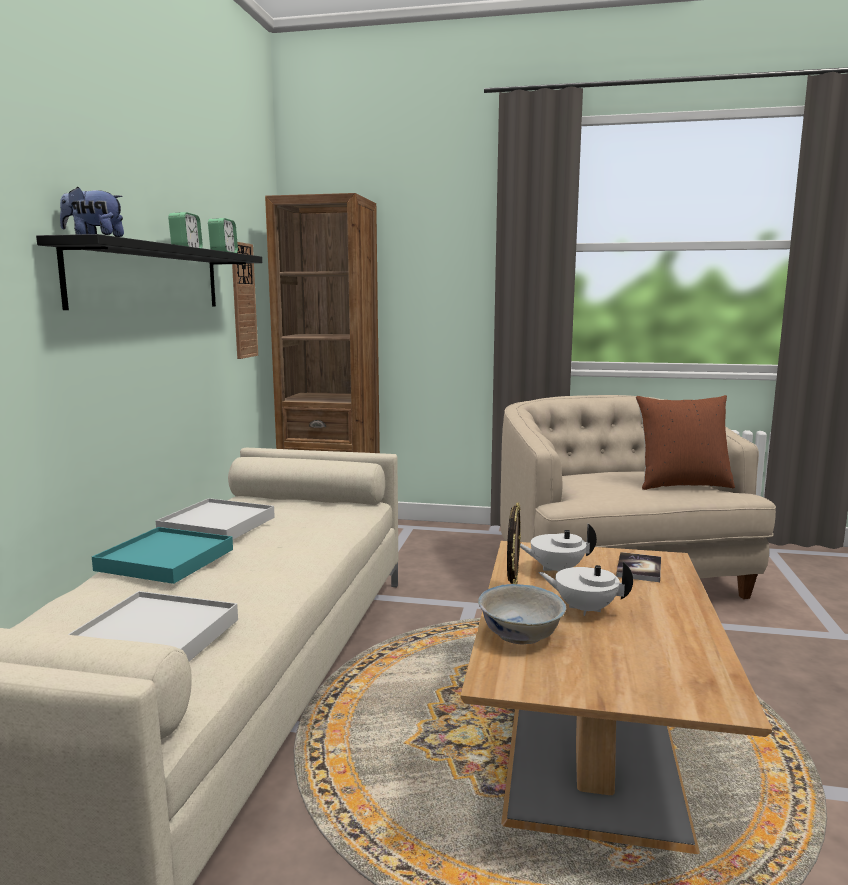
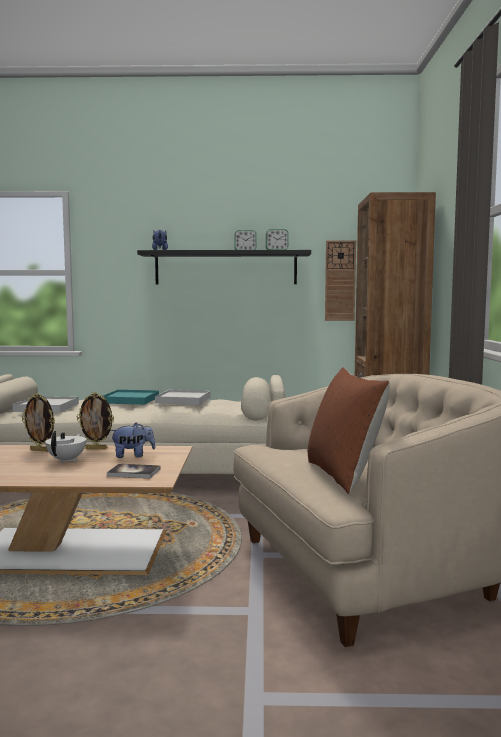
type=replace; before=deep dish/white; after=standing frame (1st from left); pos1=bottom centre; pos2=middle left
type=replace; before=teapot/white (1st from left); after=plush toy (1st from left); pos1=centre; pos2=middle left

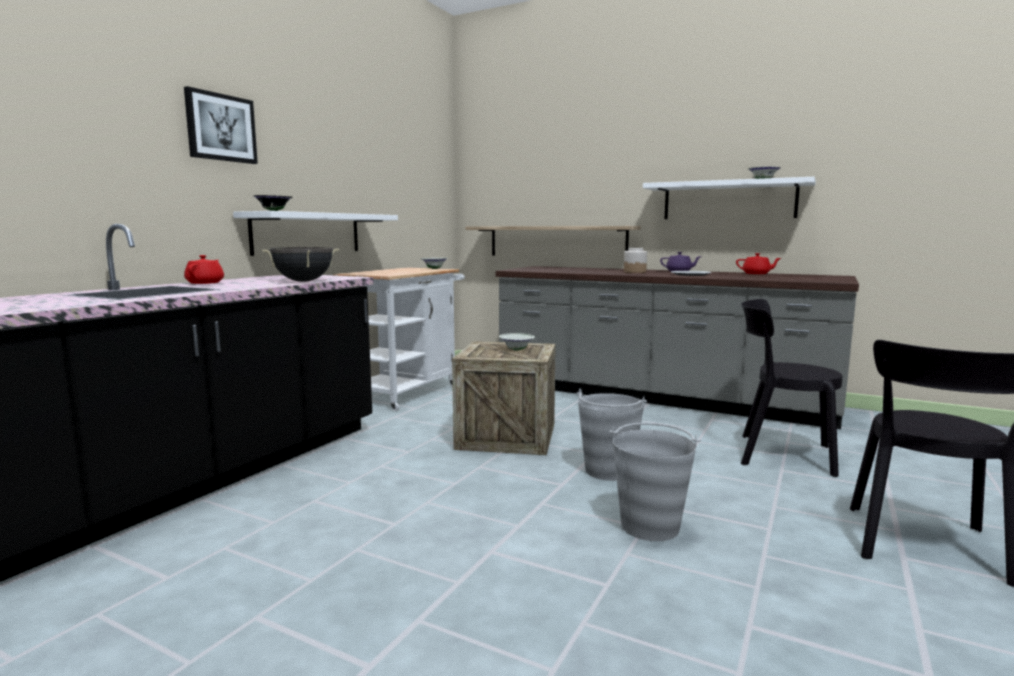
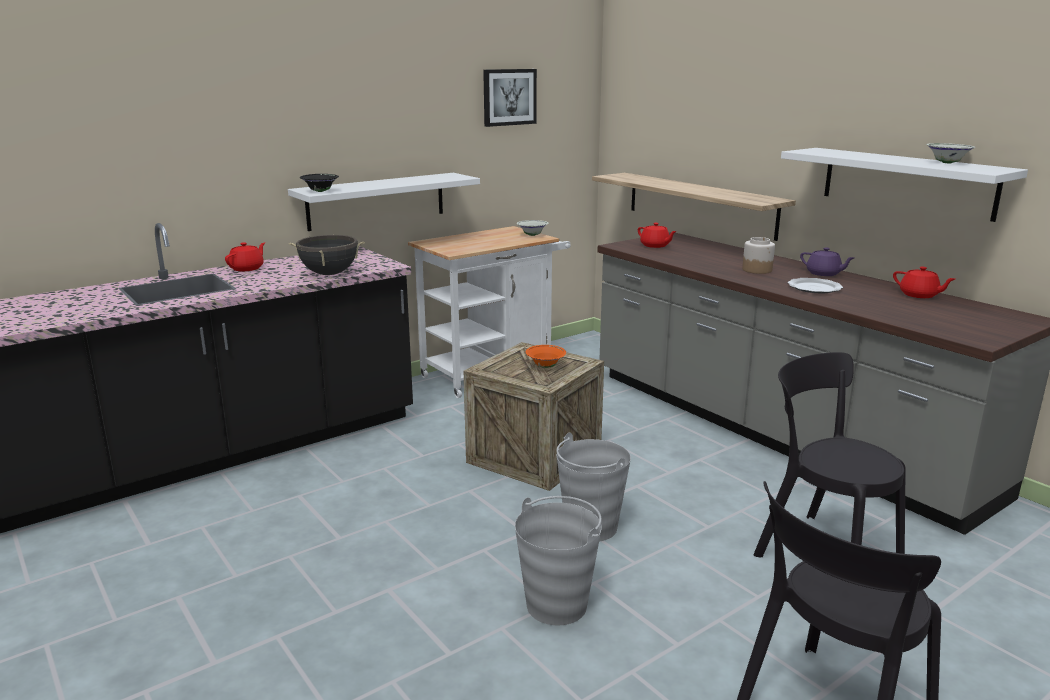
type=move; before=wall art; pos1=top left; pos2=top centre
type=recolor; before=deep dish/white (2nd from left); after=deep dish/orangey; pos1=centre; pos2=centre
type=insert; after=teapot/reddish (2nd from left); pos2=centre

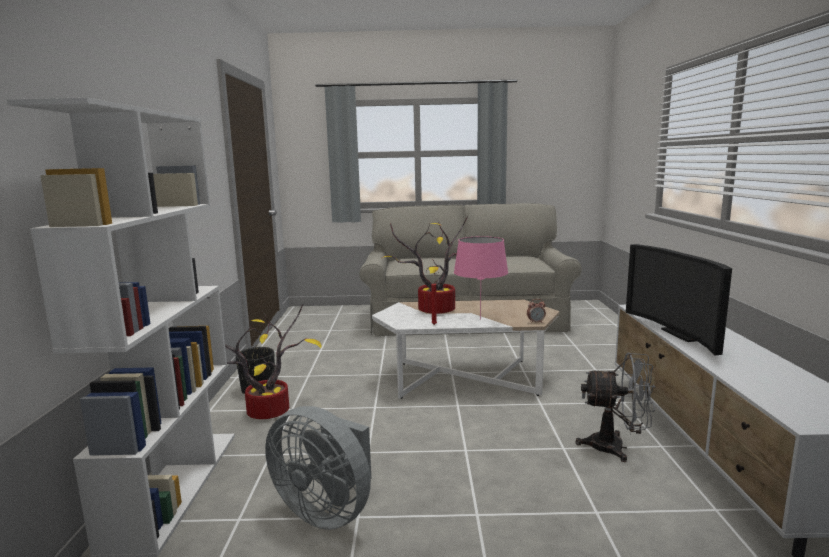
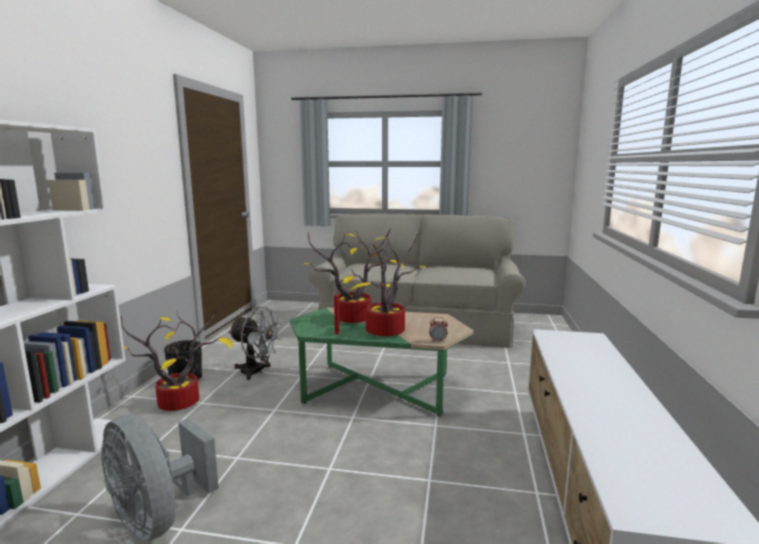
type=recolor; before=coffee table/white; after=coffee table/greenish; pos1=centre; pos2=centre
type=replace; before=lamp for a table/pinkish; after=plant in a pot (3rd from left); pos1=centre; pos2=centre
type=move; before=cooling fan/gray (2nd from left); pos1=bottom right; pos2=centre
type=delete; before=TV set; pos1=middle right

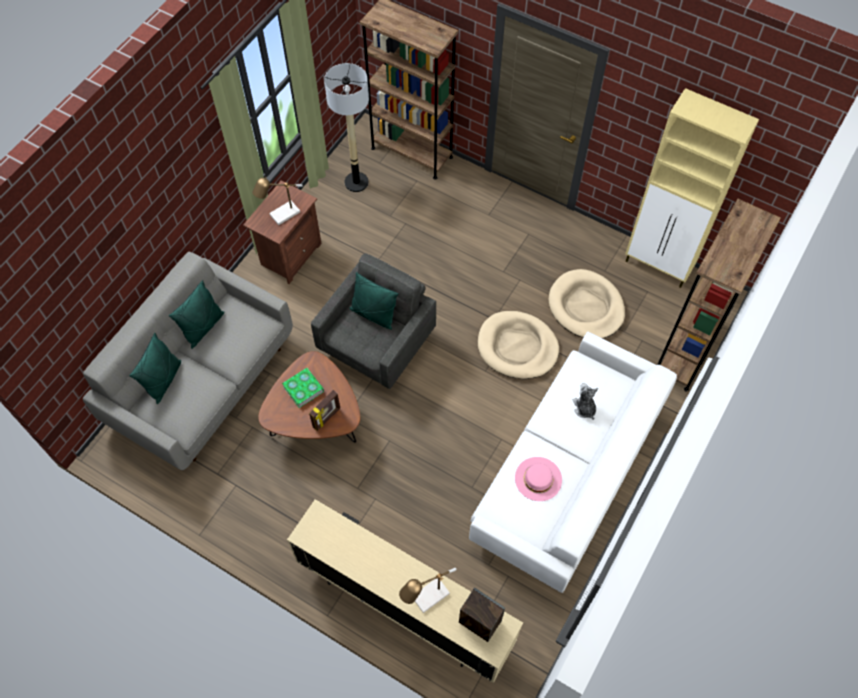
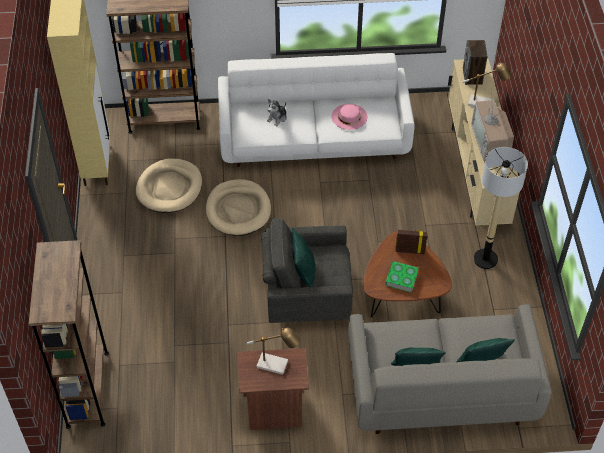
type=move; before=floor lamp; pos1=top centre; pos2=middle right
type=insert; after=TV set; pos2=top right

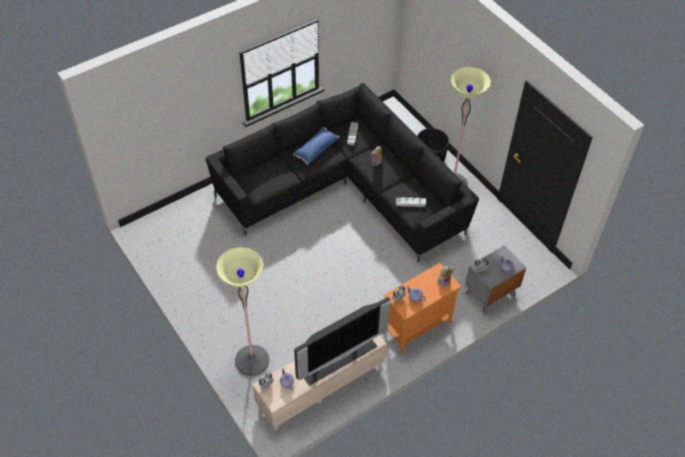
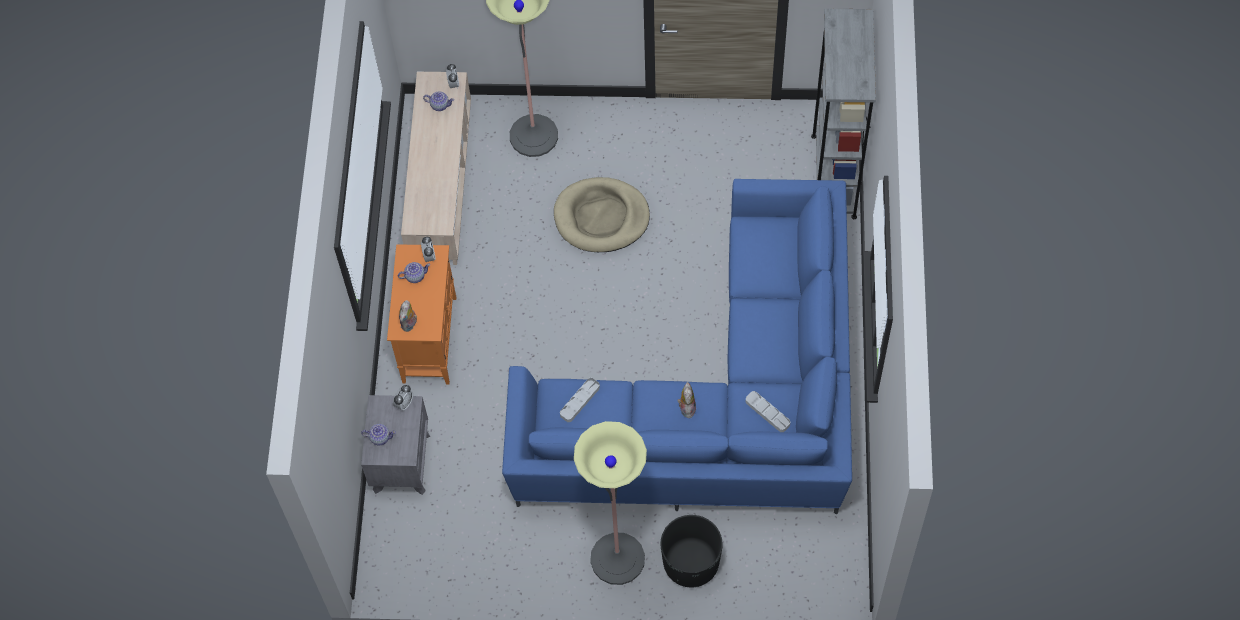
type=recolor; before=sofa/blackish; after=sofa/bluish; pos1=centre; pos2=centre
type=delete; before=pillow/bluish; pos1=top centre
type=delete; before=TV set; pos1=bottom centre
type=insert; after=pet bed/beige; pos2=centre
type=insert; after=bookcase/gray; pos2=top right

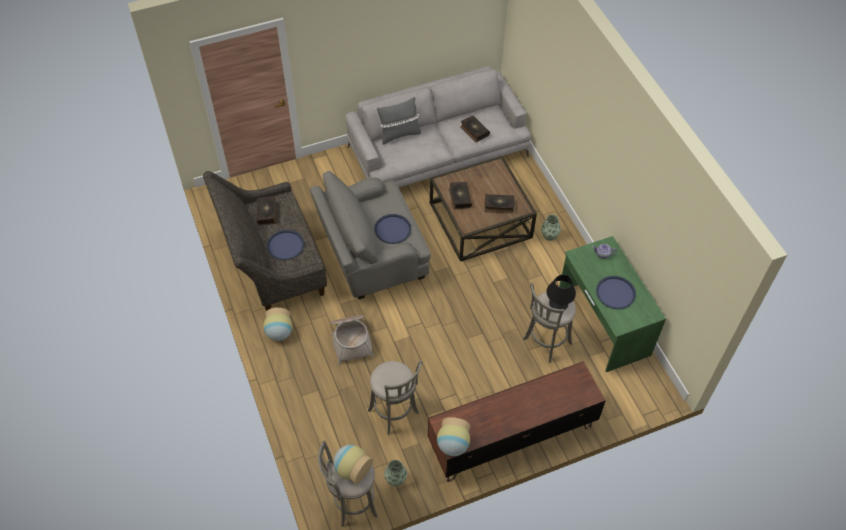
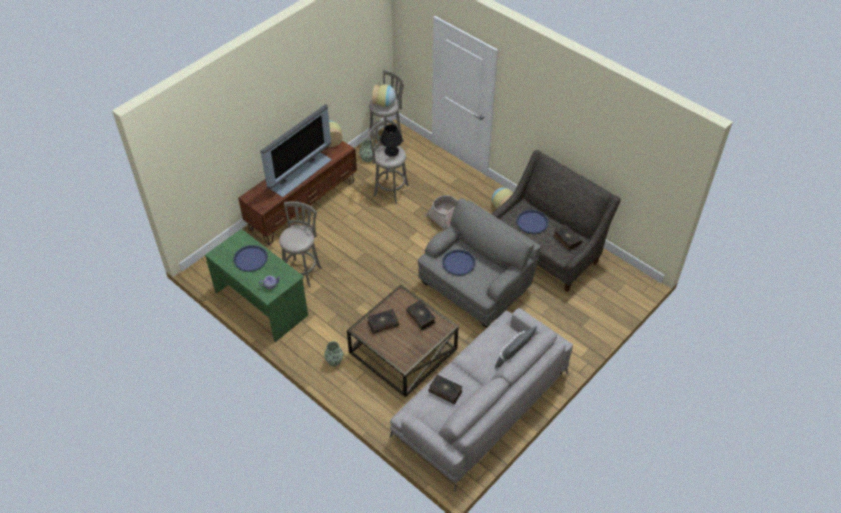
type=move; before=lamp for a table/blackish; pos1=centre; pos2=top centre
type=insert; after=TV set; pos2=top centre

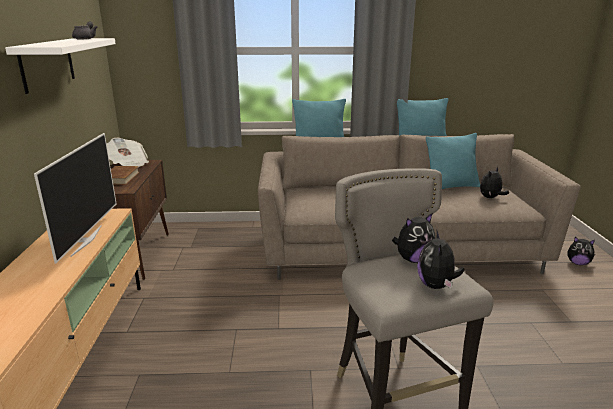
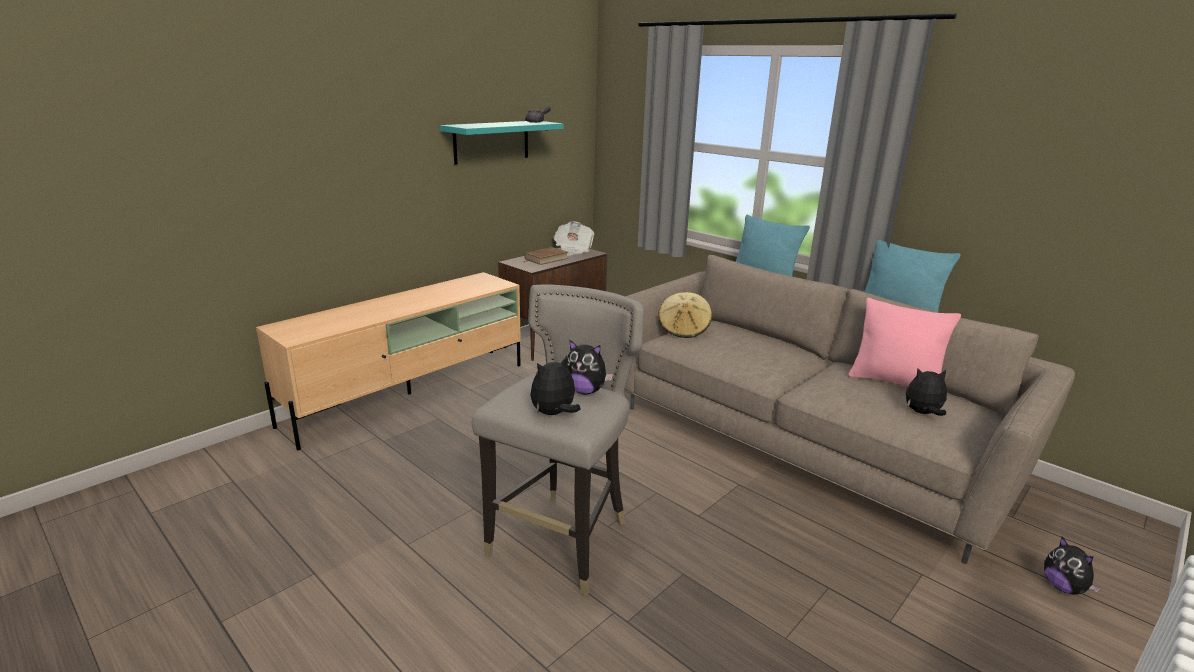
type=recolor; before=bracket shelf/white; after=bracket shelf/turquoise; pos1=top left; pos2=top centre
type=delete; before=TV set; pos1=middle left
type=recolor; before=pillow/turquoise (3rd from left); after=pillow/pinkish; pos1=middle right; pos2=middle right
type=insert; after=hat/beige; pos2=centre

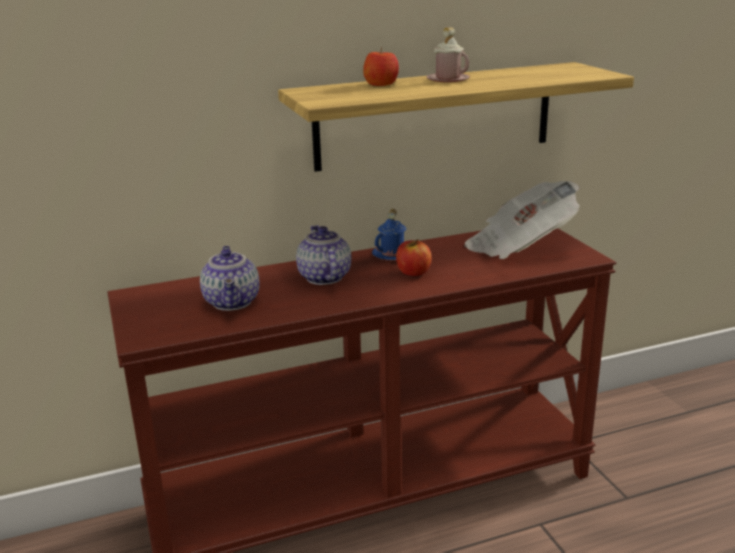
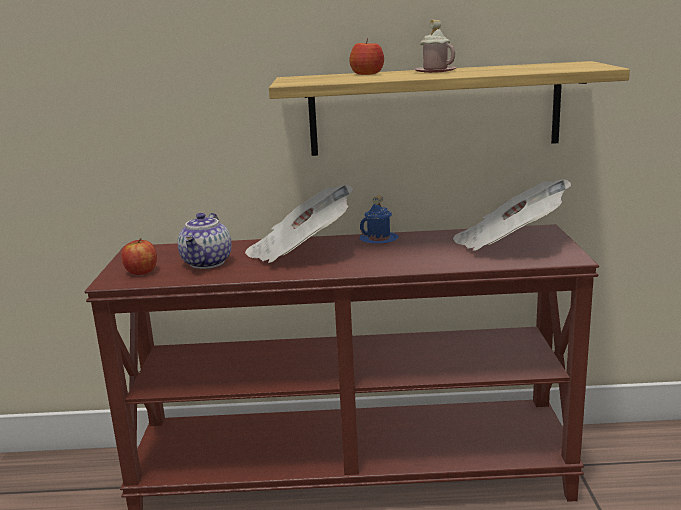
type=replace; before=teapot (2nd from left); after=printed paper (1st from left); pos1=centre; pos2=centre
type=move; before=apple fruit (2nd from left in the first image); after=apple fruit (1st from left); pos1=centre; pos2=middle left

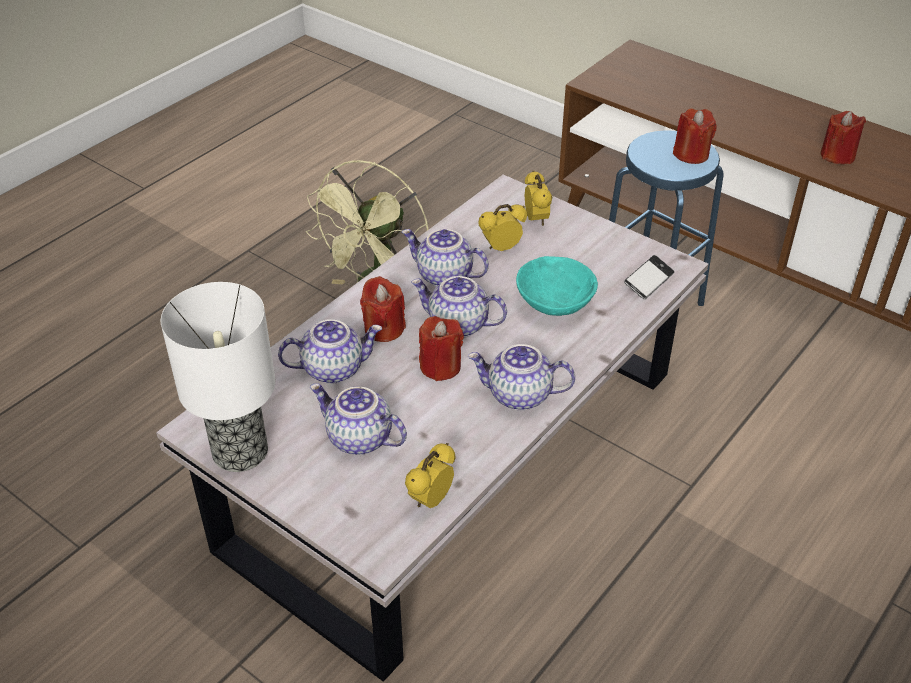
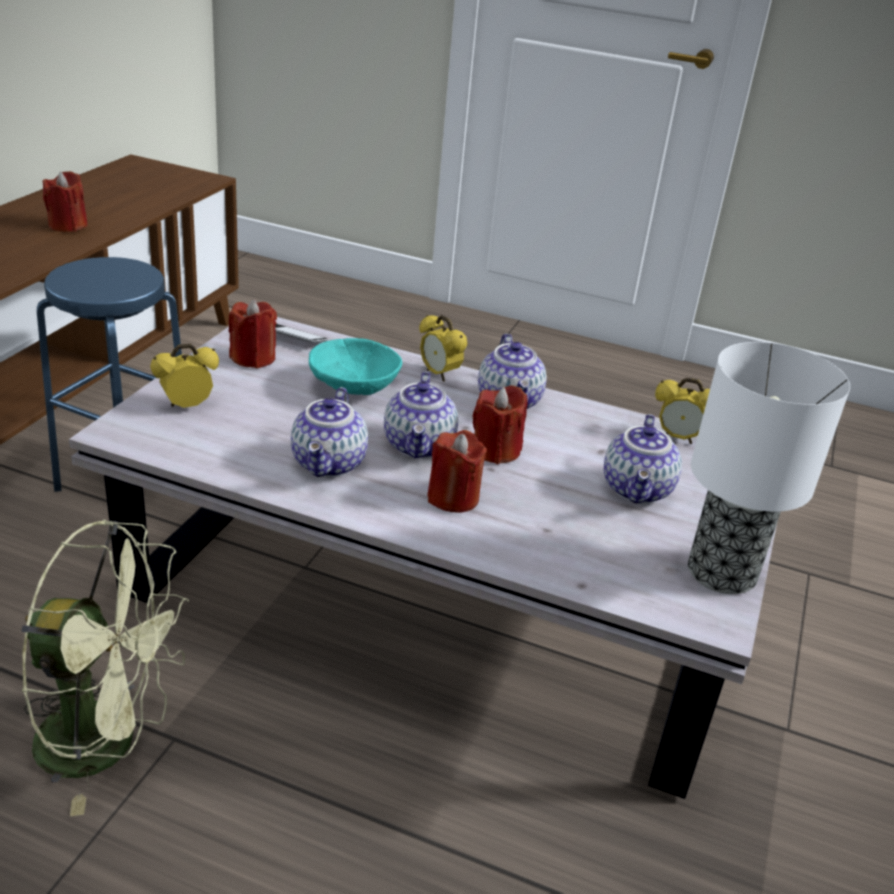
type=delete; before=teapot (1st from left); pos1=centre
type=move; before=alarm clock (2nd from left); pos1=top centre; pos2=centre
type=move; before=candle/reddish (3rd from left in the first image); after=candle/reddish (2nd from left); pos1=top right; pos2=middle left

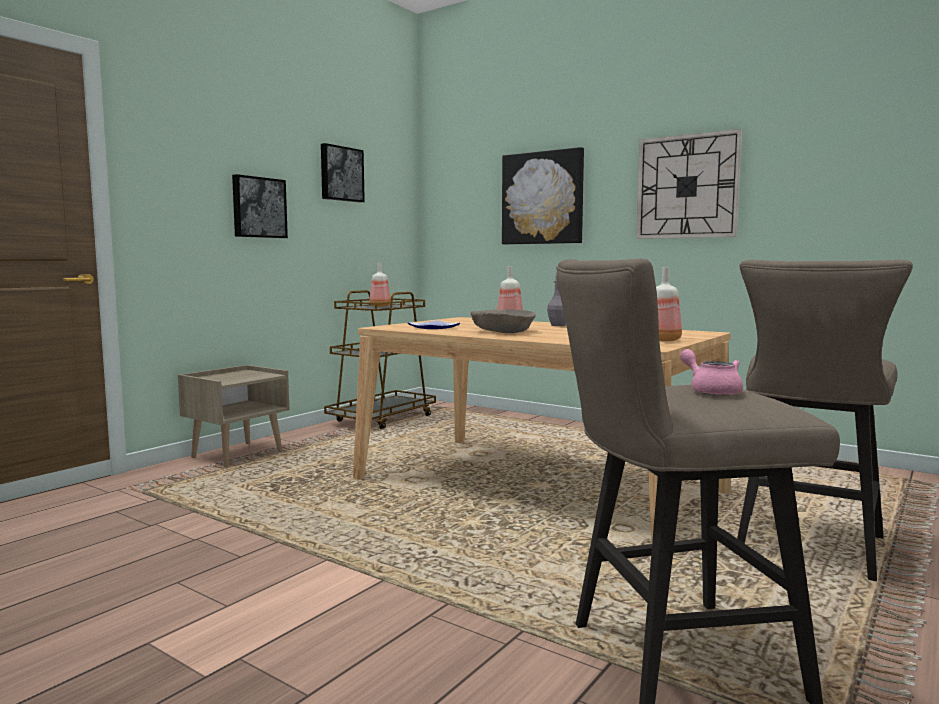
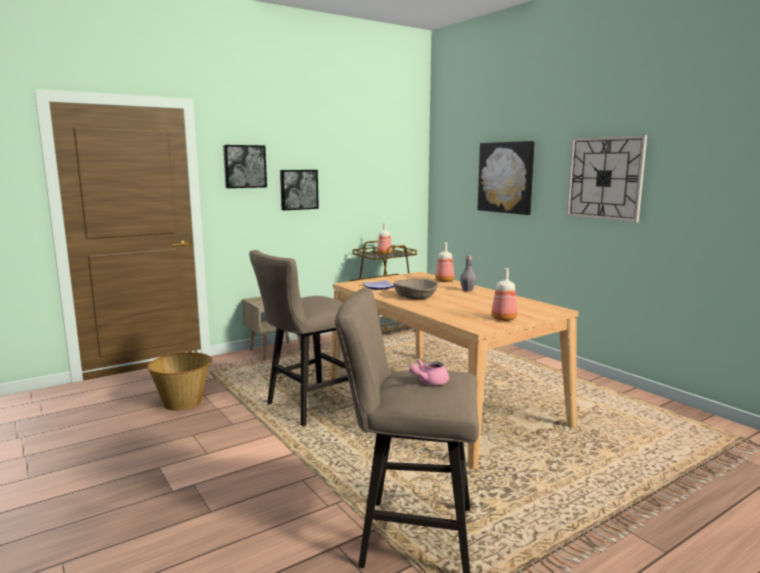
type=move; before=wall art (2nd from left in the first image); after=wall art (1st from left); pos1=top centre; pos2=top left
type=rotate; before=teapot/pinkish; pos1=middle right; pos2=centre; turn=-120
type=move; before=sitting stool/beige (2nd from left in the first image); after=sitting stool/beige (1st from left); pos1=middle right; pos2=centre
type=insert; after=household basket; pos2=middle left

